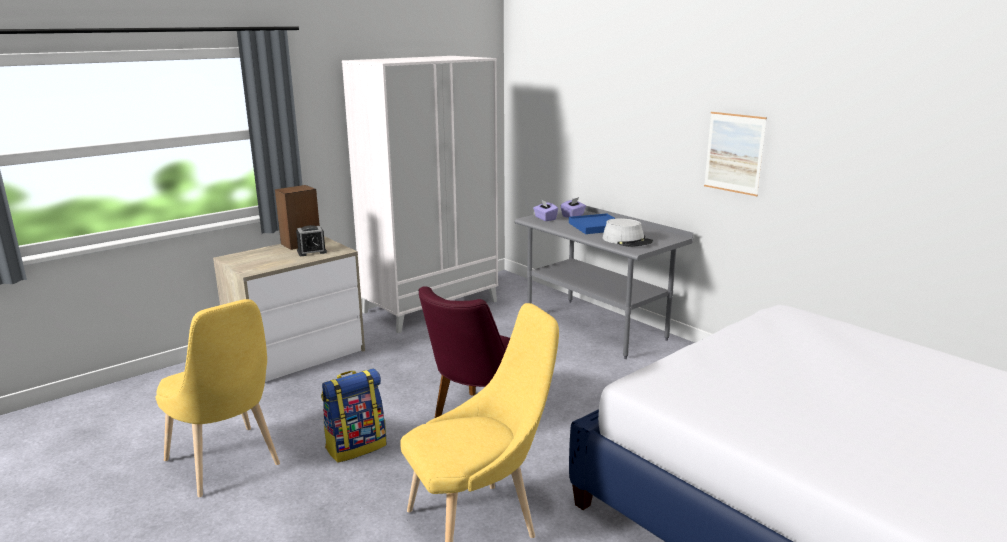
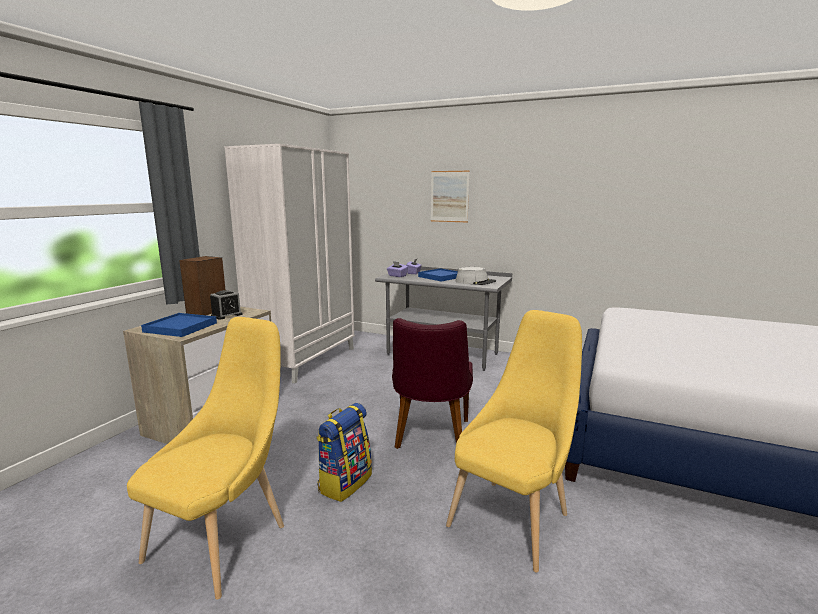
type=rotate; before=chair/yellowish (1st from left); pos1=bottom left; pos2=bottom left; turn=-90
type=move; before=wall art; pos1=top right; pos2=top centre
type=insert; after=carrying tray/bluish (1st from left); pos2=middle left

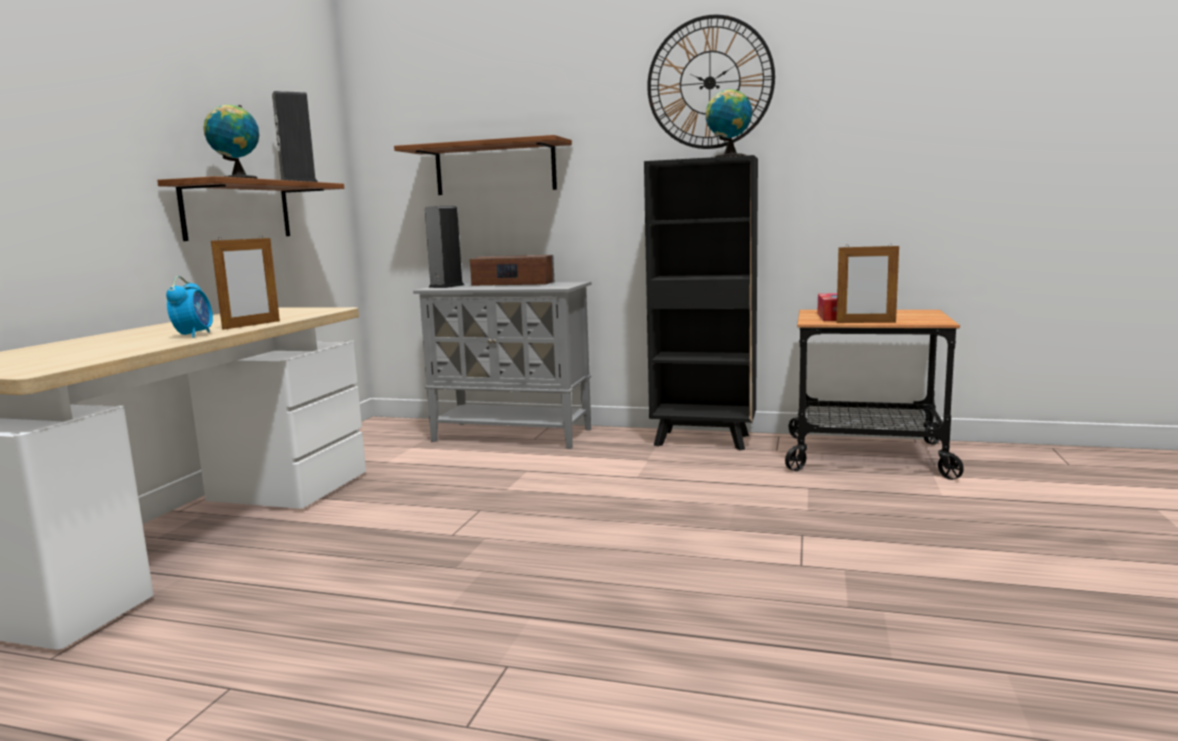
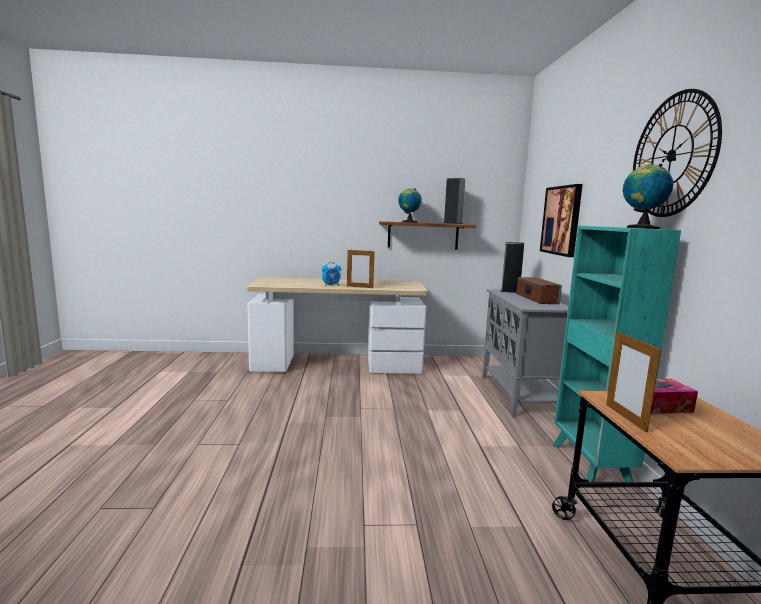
type=replace; before=bracket shelf (2nd from left); after=wall art; pos1=top centre; pos2=middle right
type=recolor; before=bookcase/blackish; after=bookcase/turquoise; pos1=centre; pos2=middle right

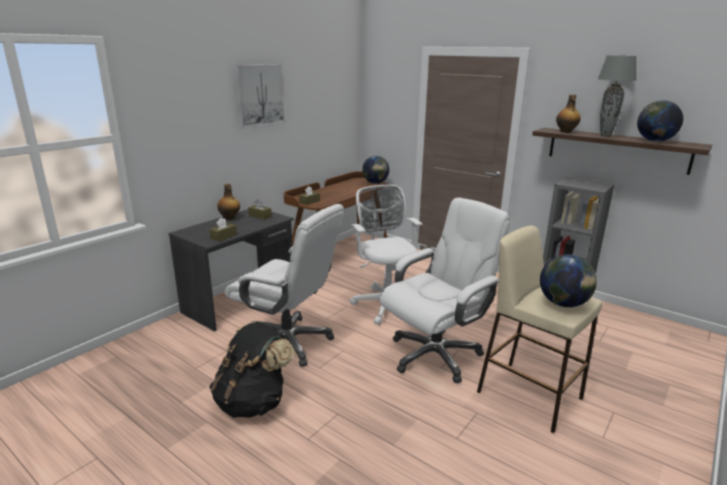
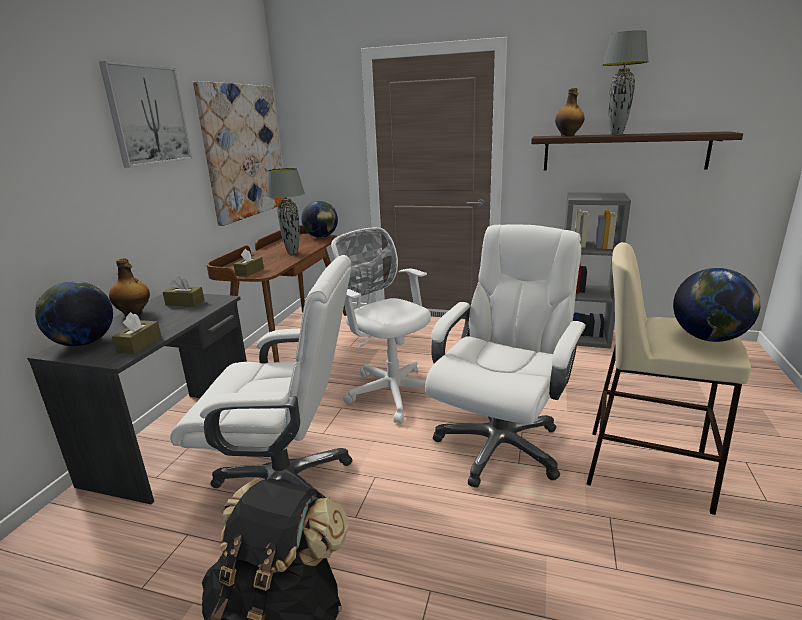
type=move; before=desk globe (3rd from left in the first image); after=desk globe (1st from left); pos1=top right; pos2=middle left
type=insert; after=wall art (2nd from left); pos2=top left
type=insert; after=lamp for a table/gray (1st from left); pos2=centre

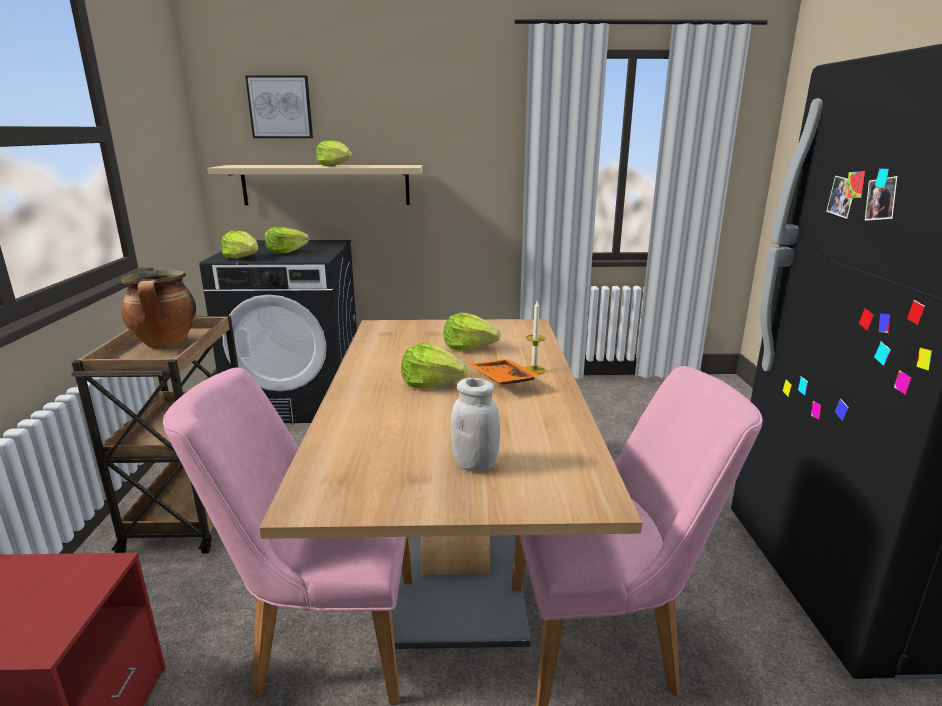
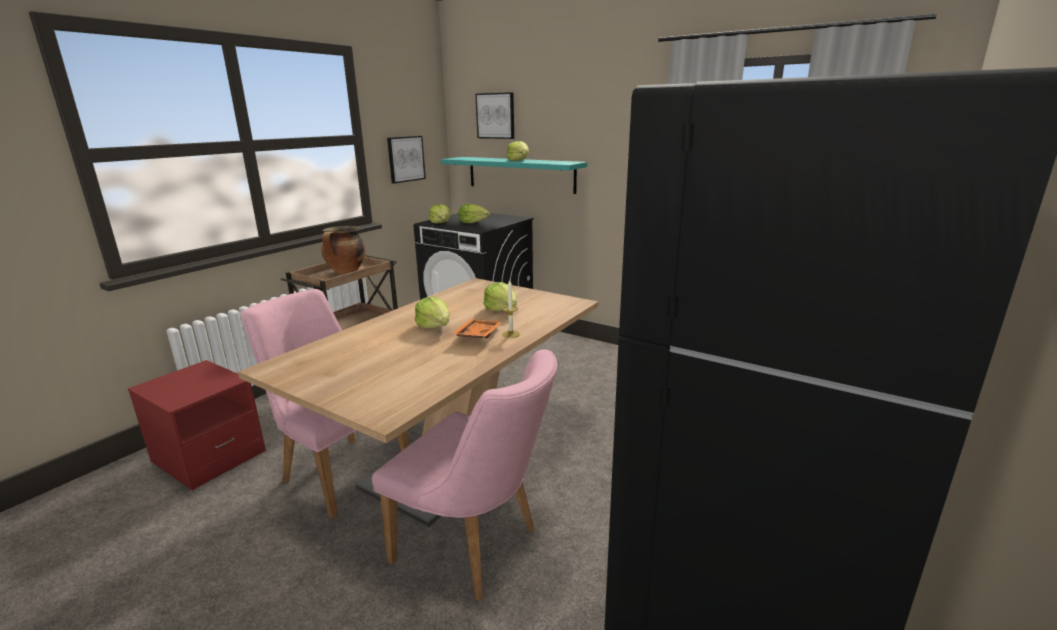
type=recolor; before=bracket shelf/beige; after=bracket shelf/turquoise; pos1=top centre; pos2=top centre
type=delete; before=storage jar/white; pos1=centre
type=insert; after=wall art (1st from left); pos2=top centre

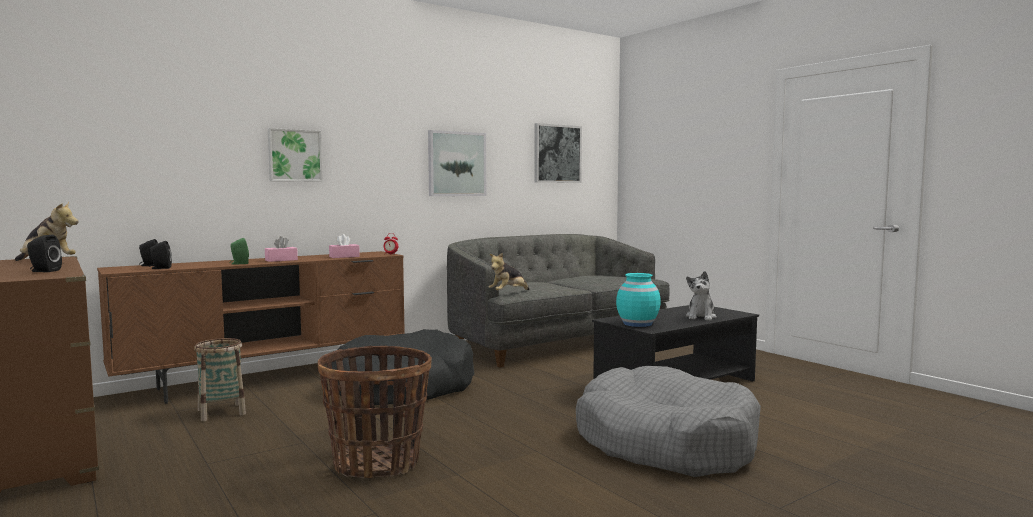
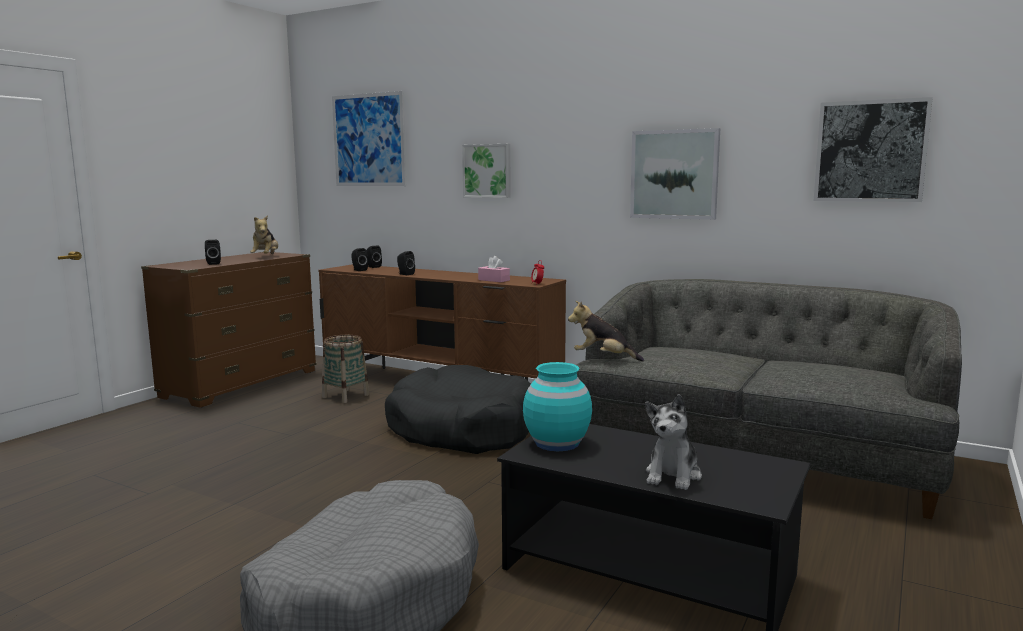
type=recolor; before=speaker/greenish; after=speaker/blackish (4th from left); pos1=middle left; pos2=centre
type=delete; before=box of tissues/pinkish (1st from left); pos1=middle left
type=delete; before=household basket (2nd from left); pos1=bottom centre
type=rotate; before=plush toy (3rd from left); pos1=middle right; pos2=bottom centre; turn=-60
type=insert; after=wall art (1st from left); pos2=top centre

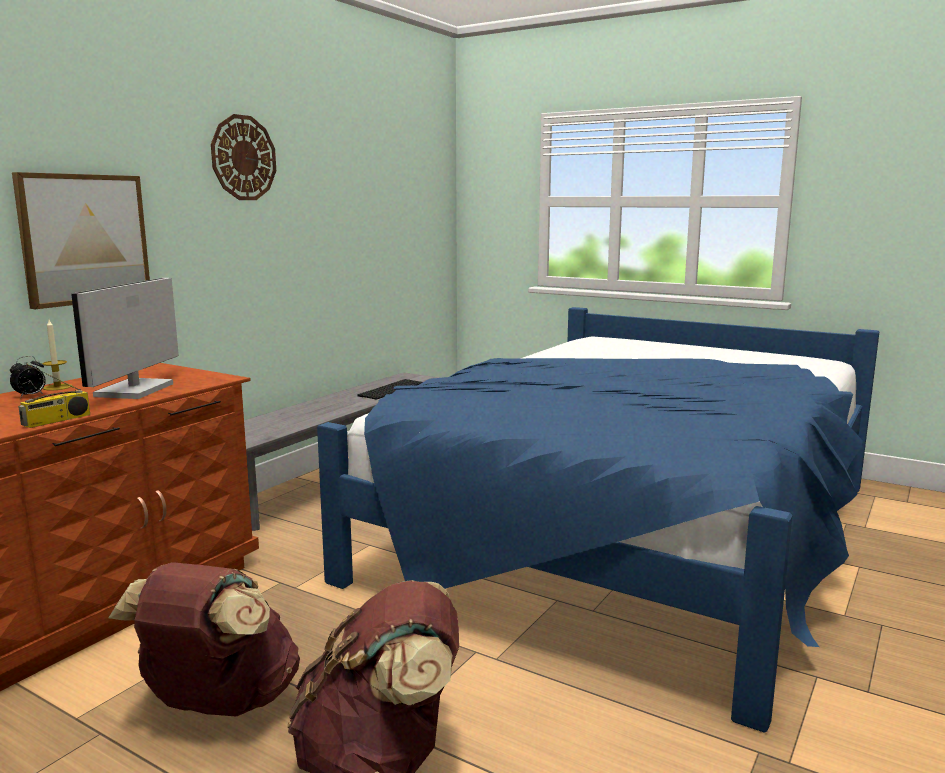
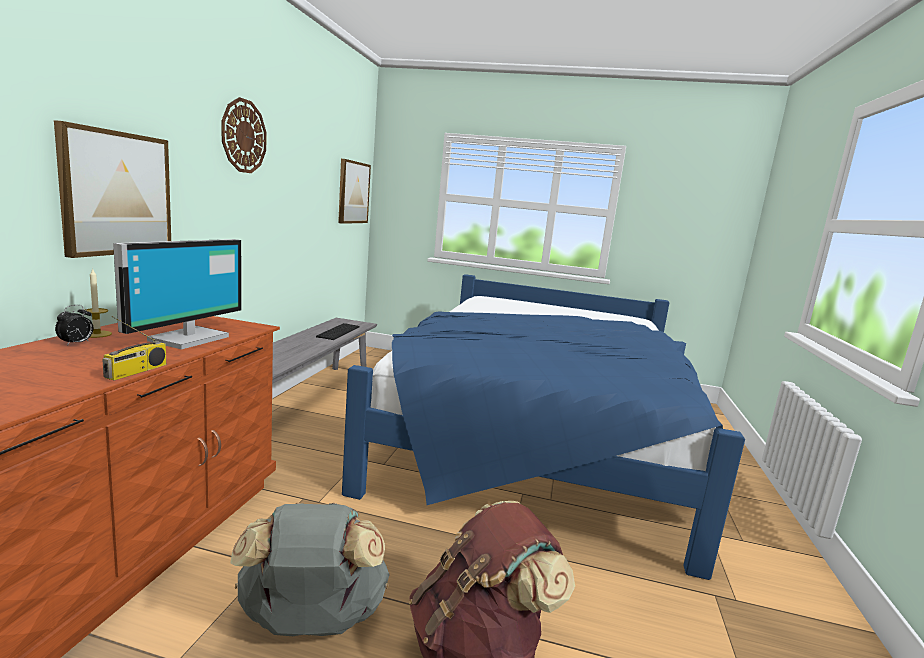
type=rotate; before=computer screen; pos1=middle left; pos2=middle left; turn=-150
type=recolor; before=knapsack/brown (1st from left); after=knapsack/gray; pos1=bottom left; pos2=bottom centre
type=insert; after=wall art (2nd from left); pos2=top centre

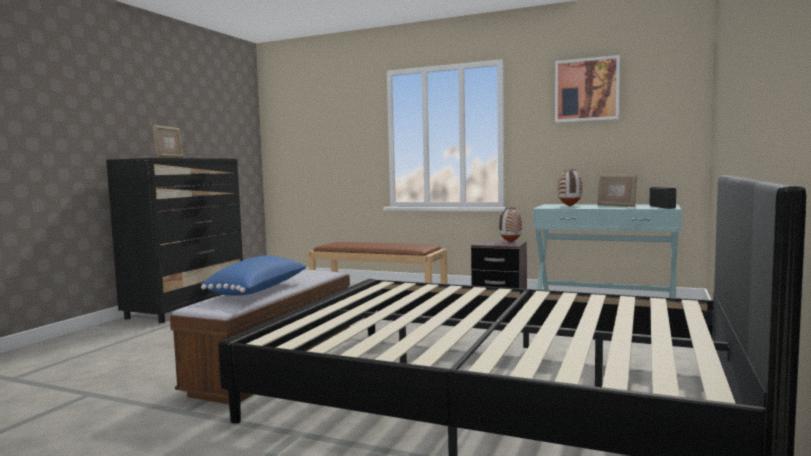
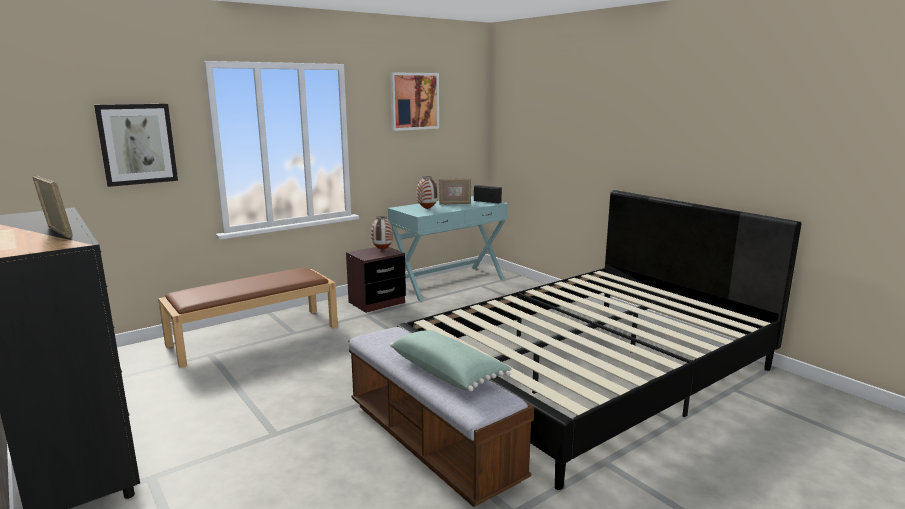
type=recolor; before=pillow/bluish; after=pillow/greenish; pos1=middle left; pos2=bottom centre
type=insert; after=wall art (1st from left); pos2=top left

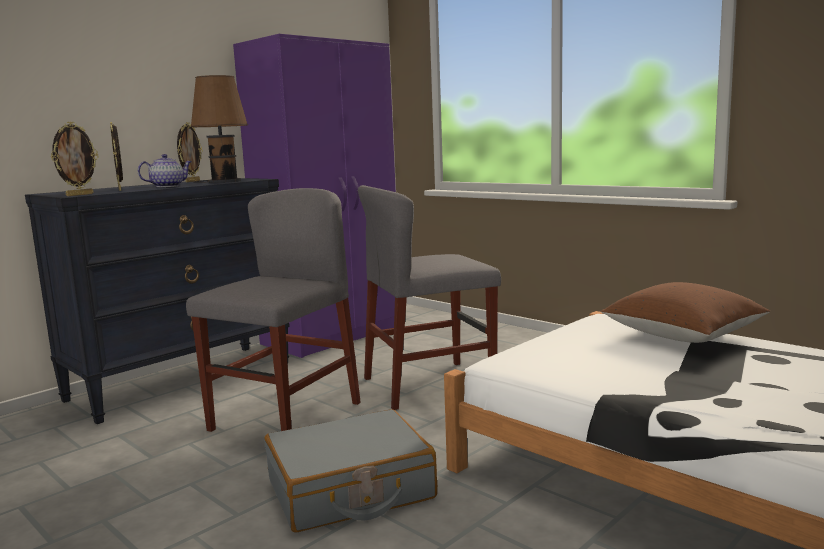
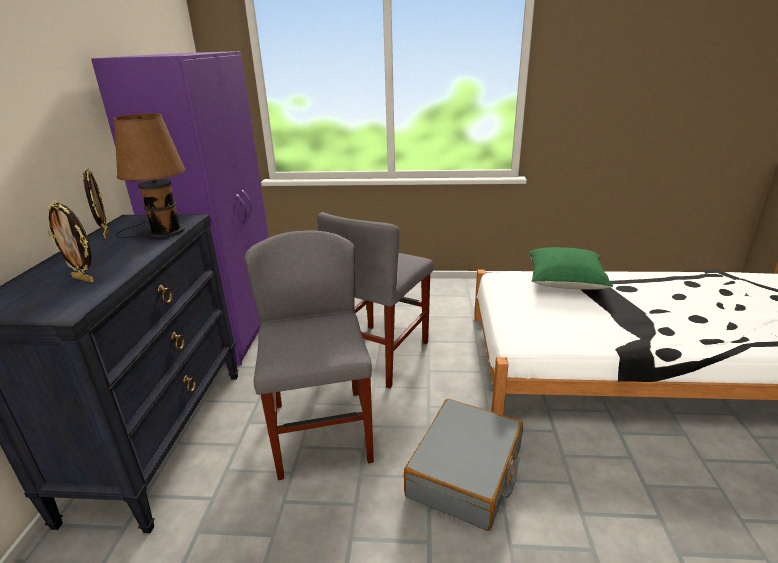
type=delete; before=standing frame (1st from left); pos1=top left
type=delete; before=teapot; pos1=top left
type=recolor; before=pillow/brown; after=pillow/greenish; pos1=middle right; pos2=middle right

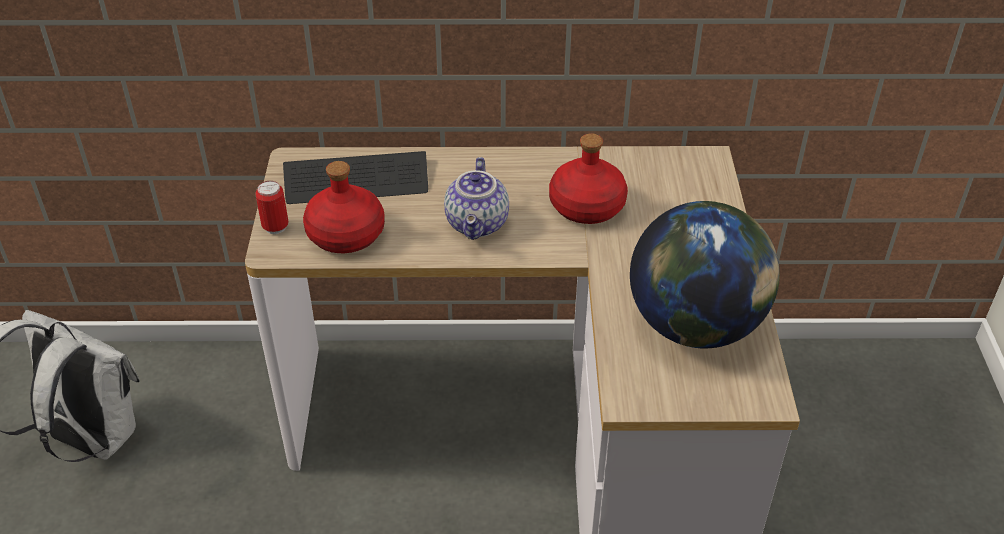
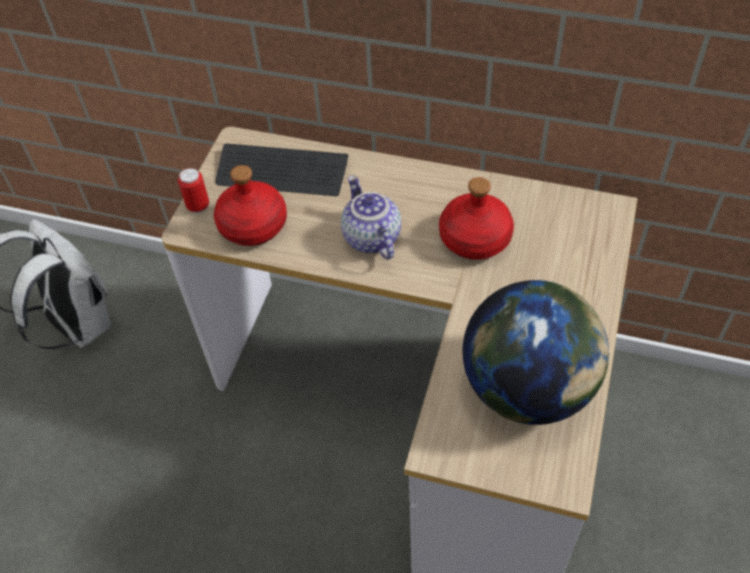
type=rotate; before=teapot; pos1=centre; pos2=centre; turn=135

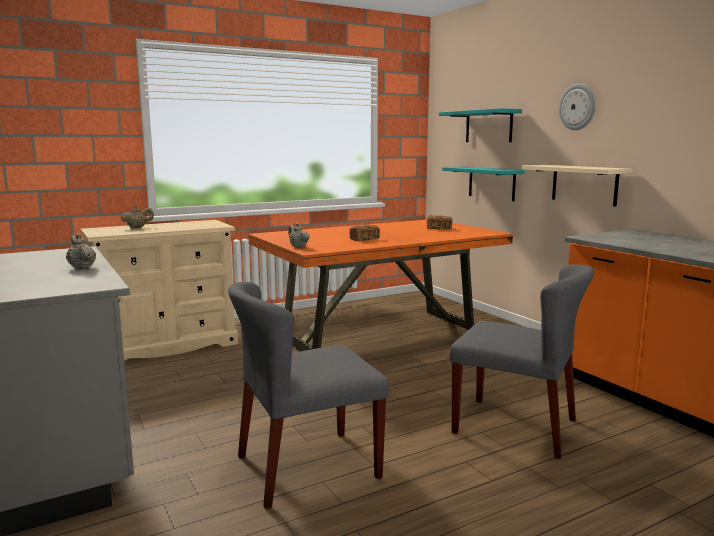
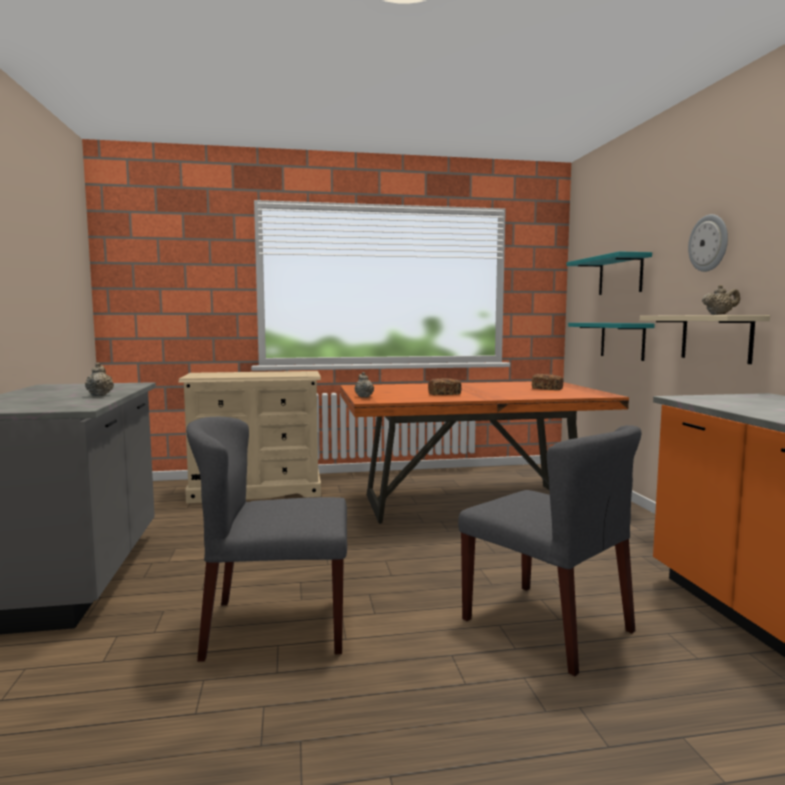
type=move; before=teapot/beige (2nd from left in the first image); after=teapot/beige (3rd from left); pos1=middle left; pos2=middle right

